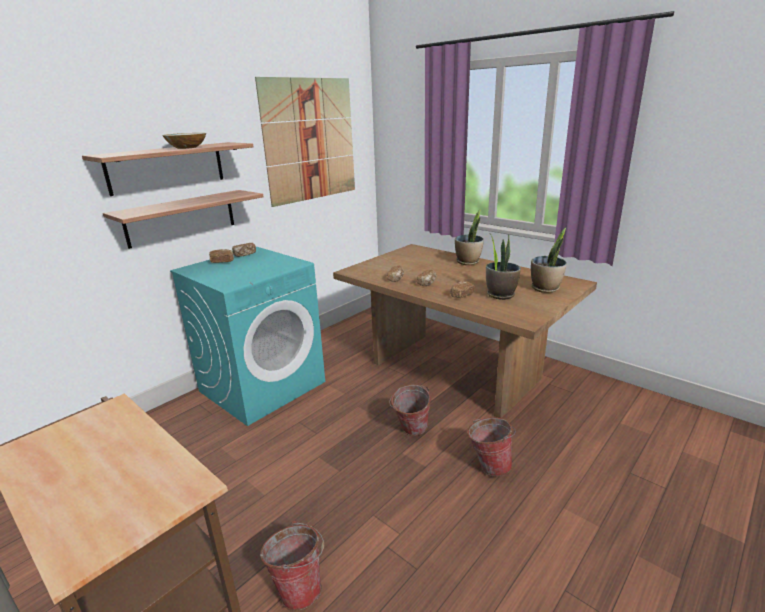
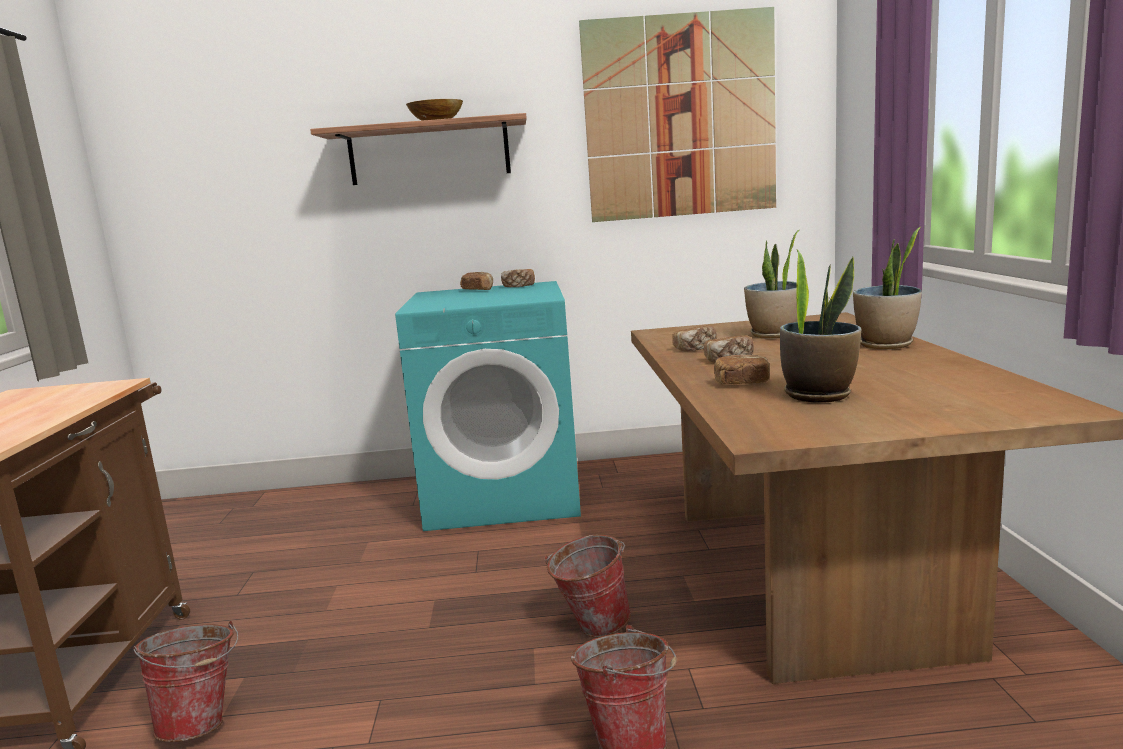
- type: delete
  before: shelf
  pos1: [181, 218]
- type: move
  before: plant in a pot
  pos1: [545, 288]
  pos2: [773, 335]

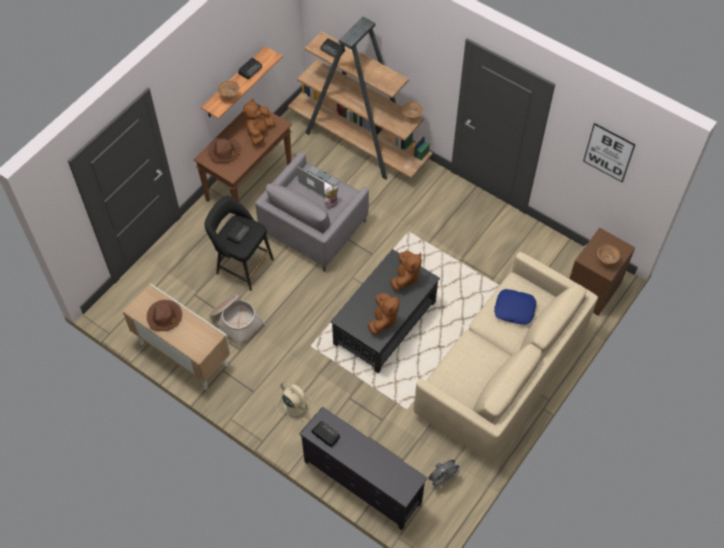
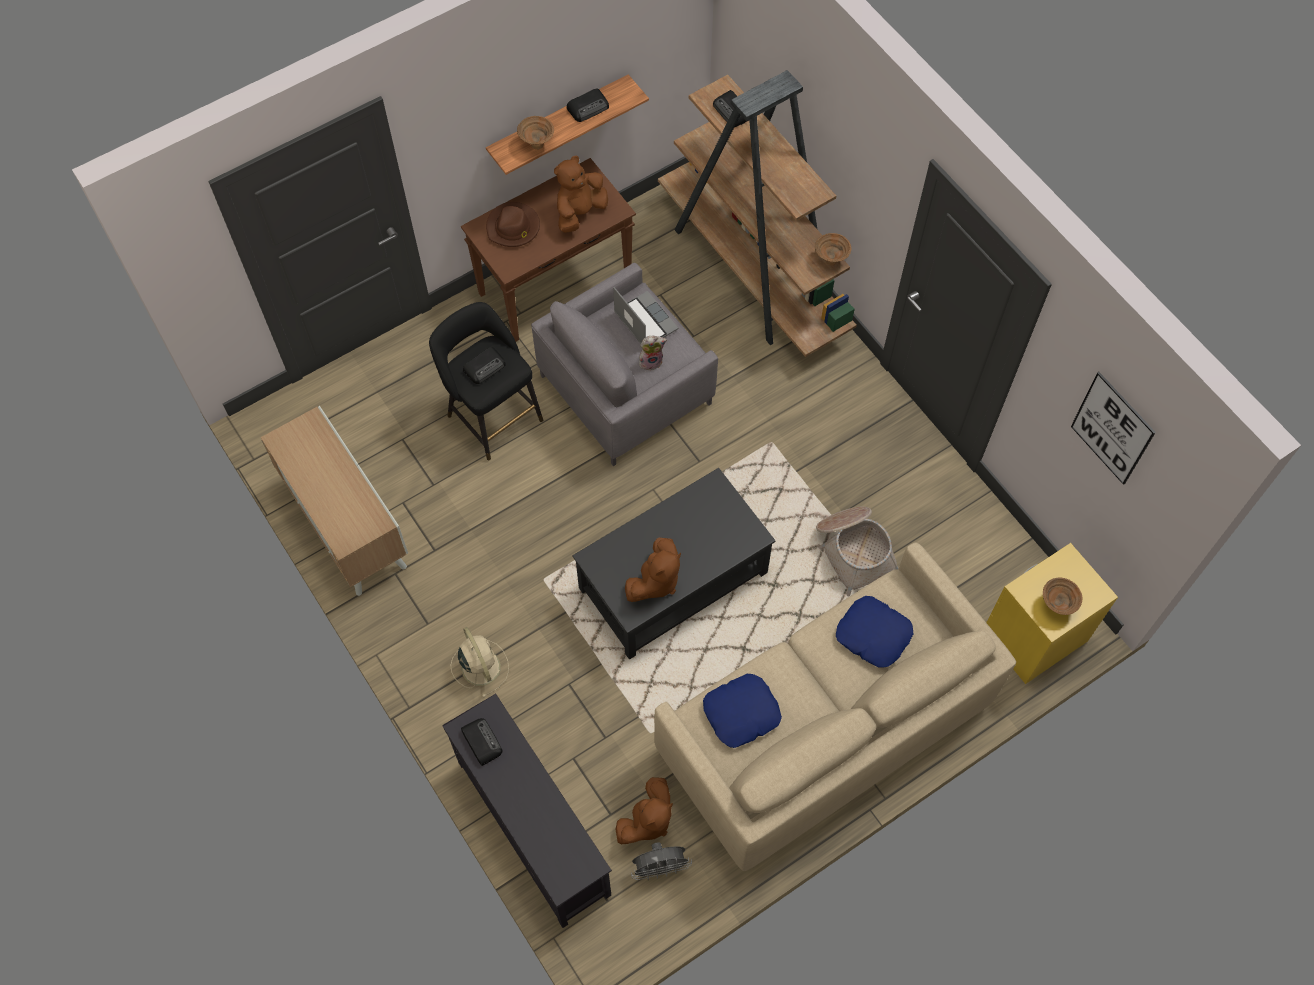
- type: delete
  before: wearable hat (brownish)
  pos1: [164, 317]
- type: insert
  after: throw pillow (bluish)
  pos2: [741, 713]
- type: move
  before: basket
  pos1: [236, 321]
  pos2: [854, 550]
- type: move
  before: soft toy (brownish)
  pos1: [405, 278]
  pos2: [647, 821]
- type: recolor
  before: nightstand (brownish)
  after: nightstand (yellow)
  pos1: [592, 289]
  pos2: [1034, 635]

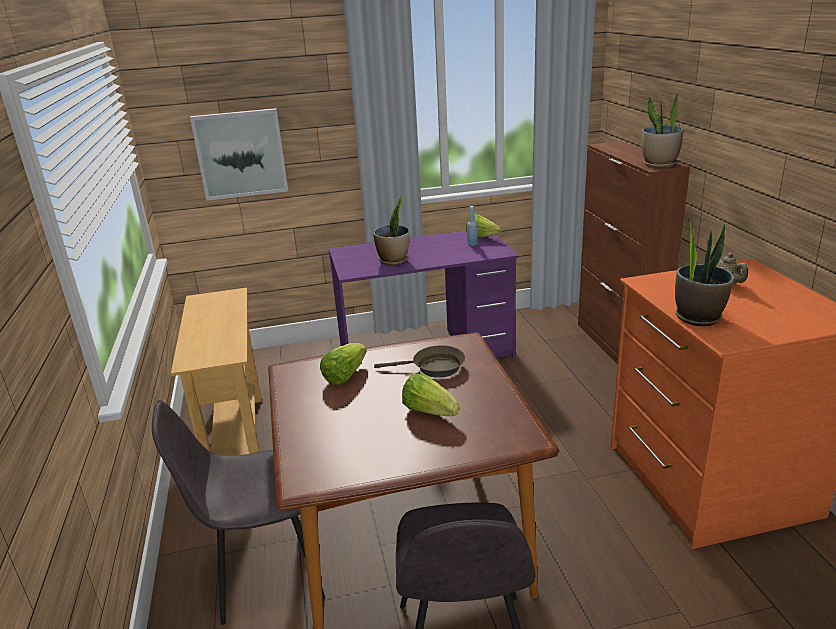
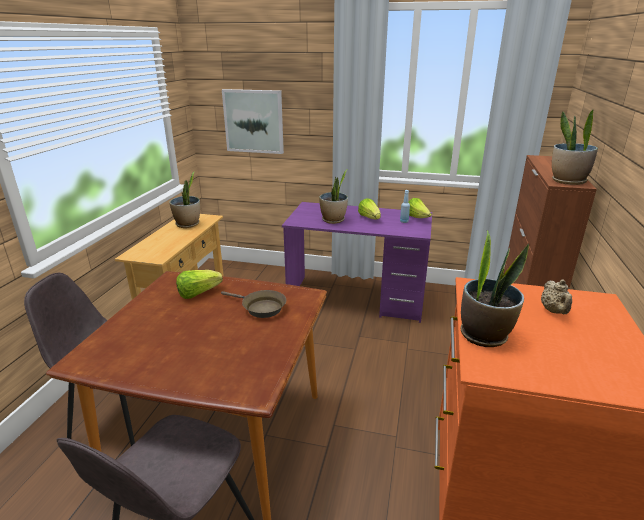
- type: insert
  after: plant in a pot
  pos2: [188, 224]
- type: move
  before: lettuce head
  pos1: [429, 411]
  pos2: [369, 218]

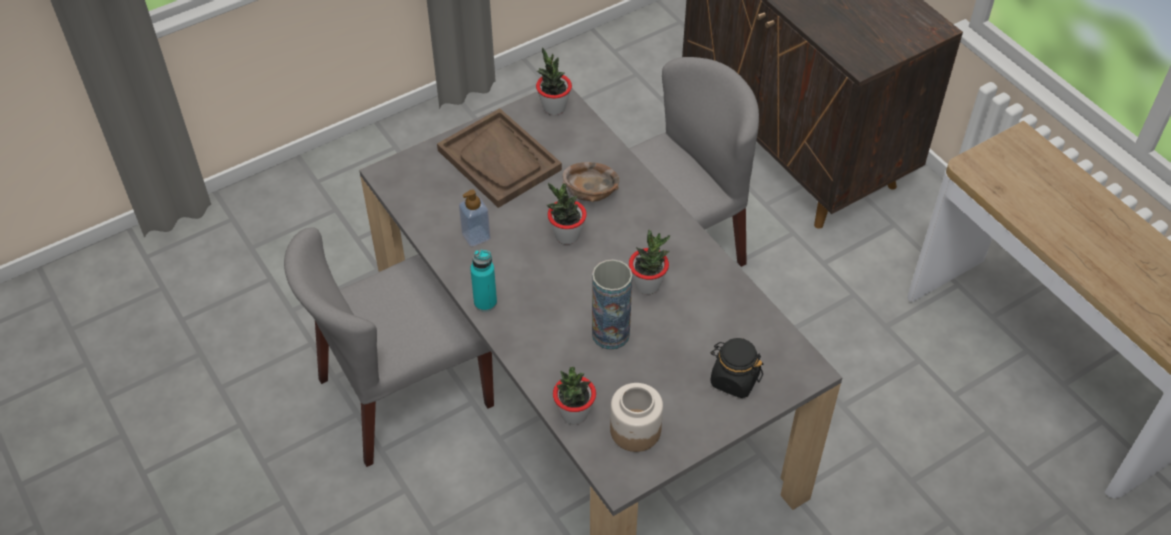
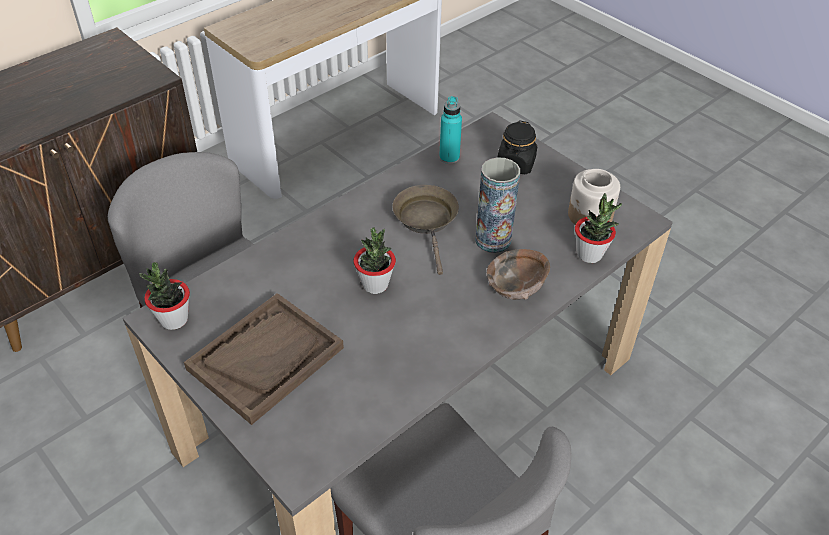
- type: delete
  before: soap bottle
  pos1: [476, 236]
- type: move
  before: bottle (turquoise)
  pos1: [485, 302]
  pos2: [449, 157]
- type: move
  before: serving bowl (brownish)
  pos1: [590, 193]
  pos2: [516, 286]
- type: replace
  before: plant in a pot
  after: pan (brownish)
  pos1: [647, 284]
  pos2: [427, 221]

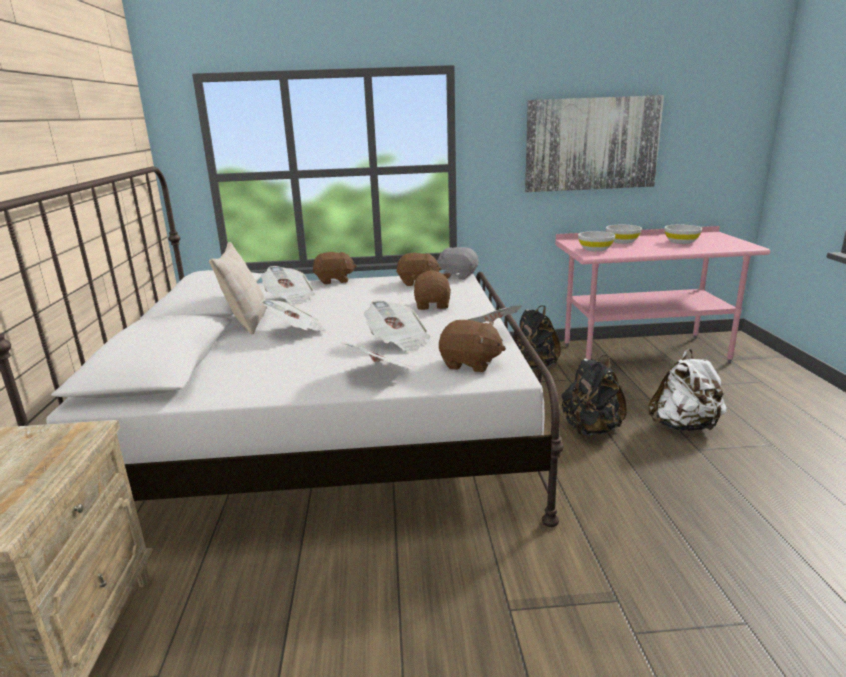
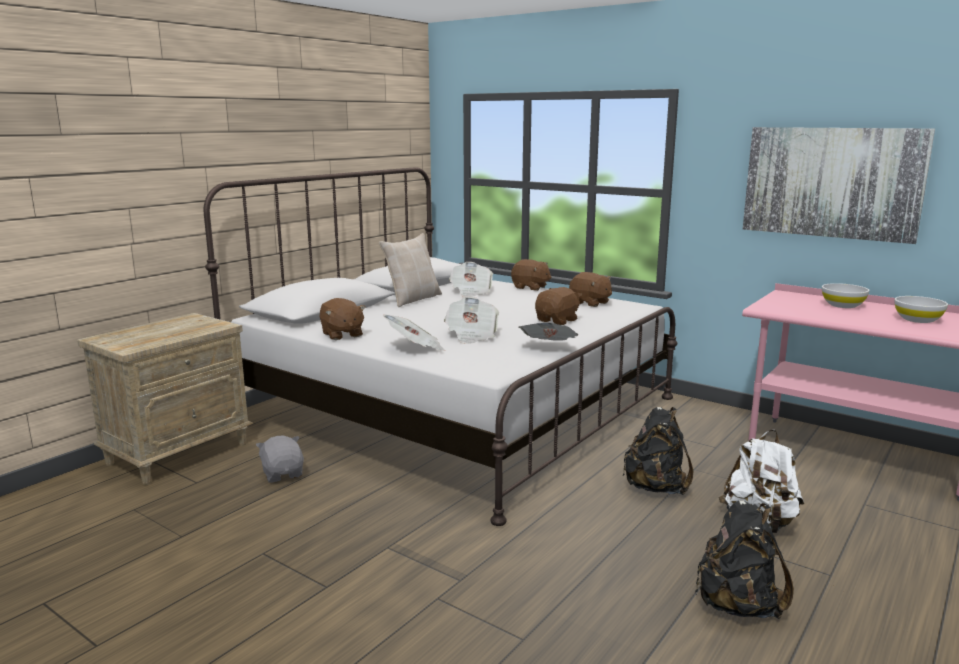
- type: delete
  before: newspaper
  pos1: [297, 331]
- type: delete
  before: serving bowl (whitish)
  pos1: [595, 249]
- type: move
  before: soft toy (grey)
  pos1: [458, 276]
  pos2: [283, 474]
- type: move
  before: soft toy (brownish)
  pos1: [470, 364]
  pos2: [342, 334]
- type: move
  before: backpack (black)
  pos1: [533, 366]
  pos2: [737, 605]

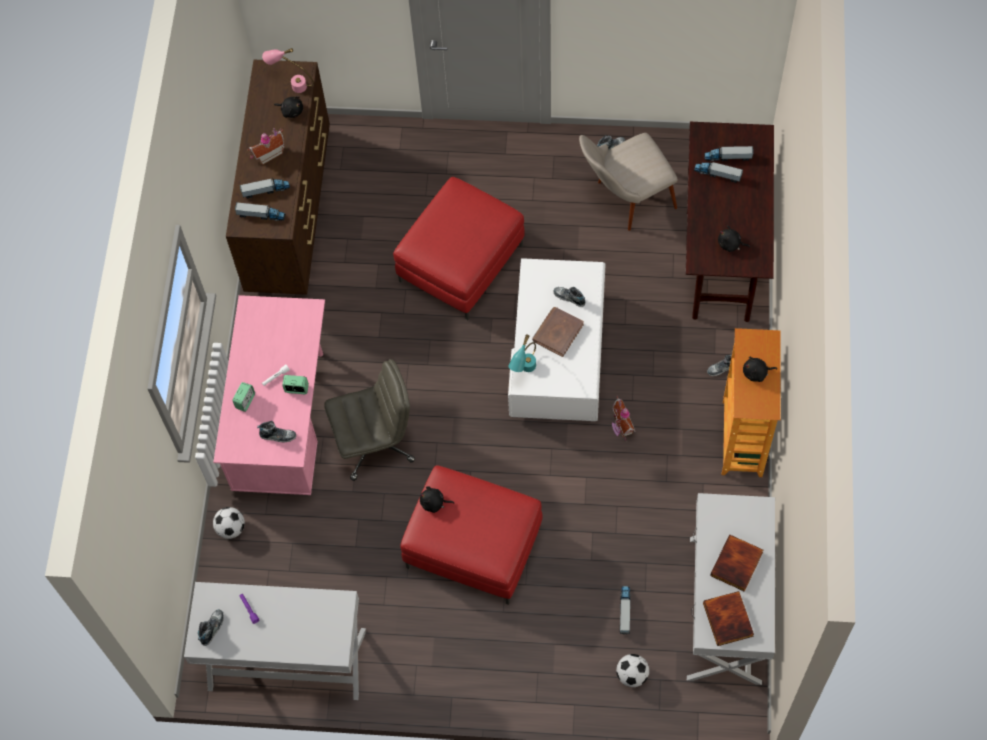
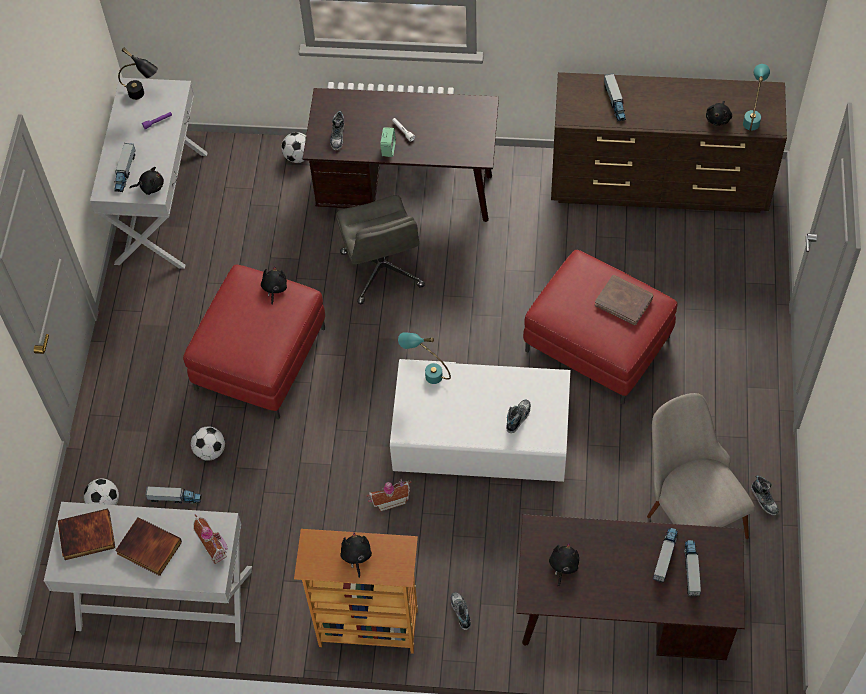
- type: delete
  before: bedside clock
  pos1: [245, 401]
- type: insert
  after: soft toy (black)
  pos2: [150, 187]
- type: insert
  after: ball for football
  pos2: [210, 451]
- type: move
  before: toy lorry
  pos1: [261, 215]
  pos2: [125, 172]
- type: move
  before: miniature house
  pos1: [268, 154]
  pos2: [215, 547]
- type: move
  before: book (brownish)
  pos1: [557, 332]
  pos2: [624, 301]
- type: replace
  before: shoe
  after: table lamp (black)
  pos1: [212, 628]
  pos2: [143, 96]
- type: recolor
  before: desk (pink-coloured)
  after: desk (brownish)
  pos1: [284, 424]
  pos2: [407, 193]
- type: recolor
  before: table lamp (pink-coloured)
  after: table lamp (turquoise)
  pos1: [292, 85]
  pos2: [752, 117]

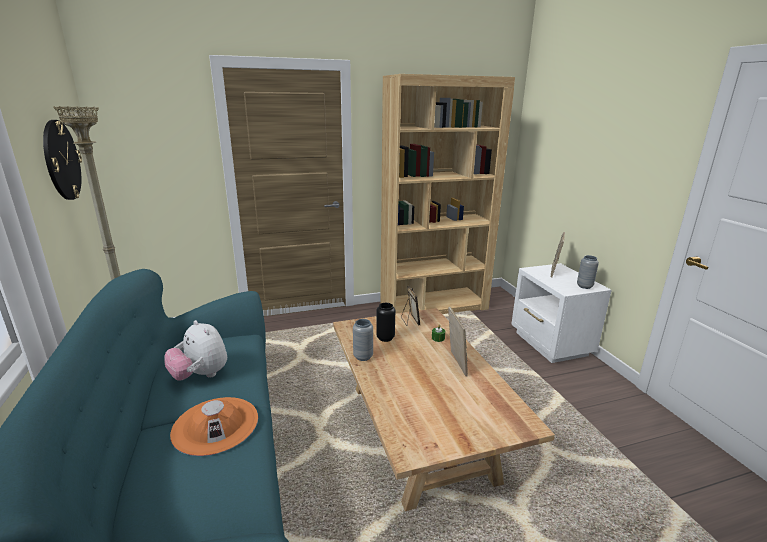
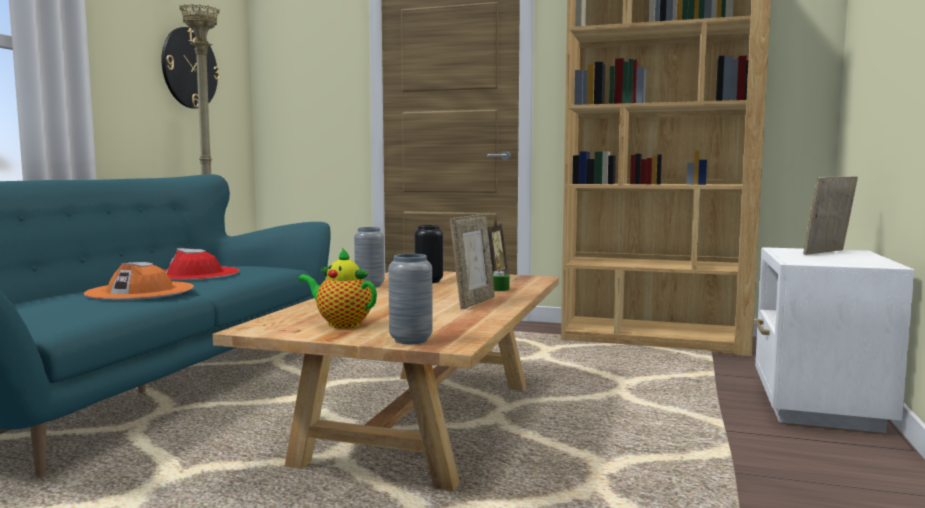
- type: insert
  after: pot for tea
  pos2: [341, 324]
- type: move
  before: decorative vase (grey)
  pos1: [584, 286]
  pos2: [411, 340]
- type: replace
  before: soft toy
  after: wearable hat (red)
  pos1: [200, 375]
  pos2: [195, 274]

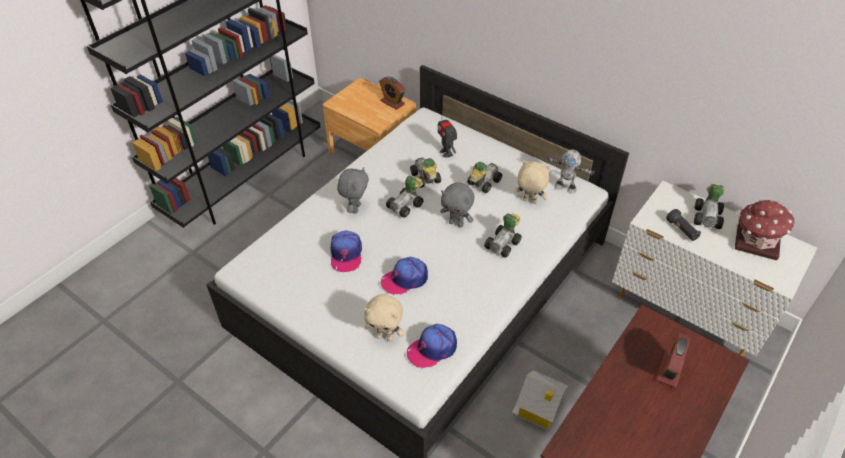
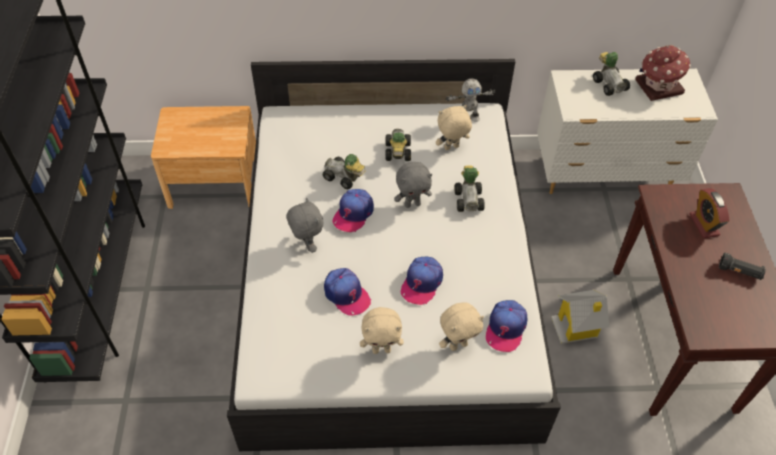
- type: delete
  before: bedside clock
  pos1: [392, 102]
- type: delete
  before: model robot
  pos1: [446, 152]
- type: insert
  after: soft toy (beige-coloured)
  pos2: [381, 349]
- type: move
  before: flashlight (black)
  pos1: [682, 230]
  pos2: [739, 272]
- type: replace
  before: miniature car
  after: baseball cap
  pos1: [407, 205]
  pos2: [353, 213]

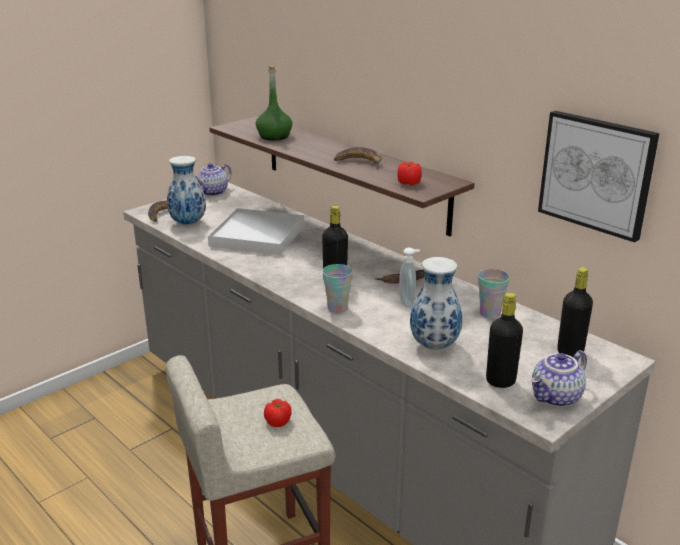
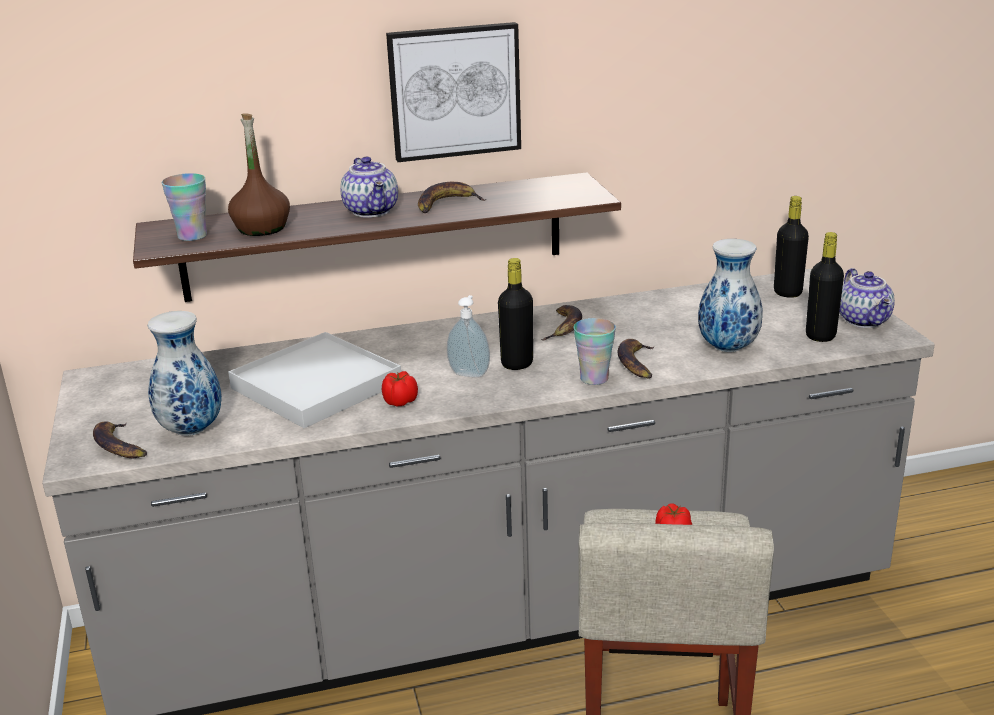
- type: insert
  after: banana fruit
  pos2: [636, 363]
- type: move
  before: pot for tea
  pos1: [213, 193]
  pos2: [372, 211]
- type: move
  before: whole tomato
  pos1: [409, 183]
  pos2: [399, 401]
- type: move
  before: soap bottle
  pos1: [408, 303]
  pos2: [470, 373]
- type: move
  before: small cup
  pos1: [490, 313]
  pos2: [192, 236]
- type: move
  before: wall picture
  pos1: [596, 174]
  pos2: [454, 91]
- type: recolor
  before: bottle (green)
  after: bottle (brownish)
  pos1: [274, 136]
  pos2: [262, 228]

